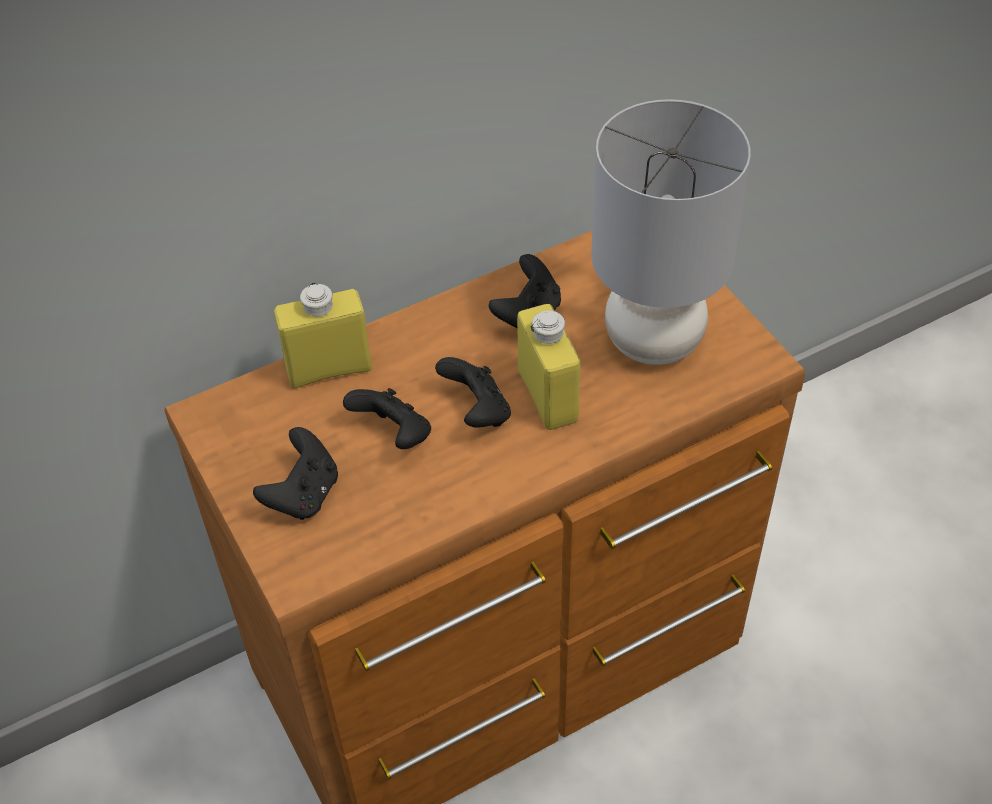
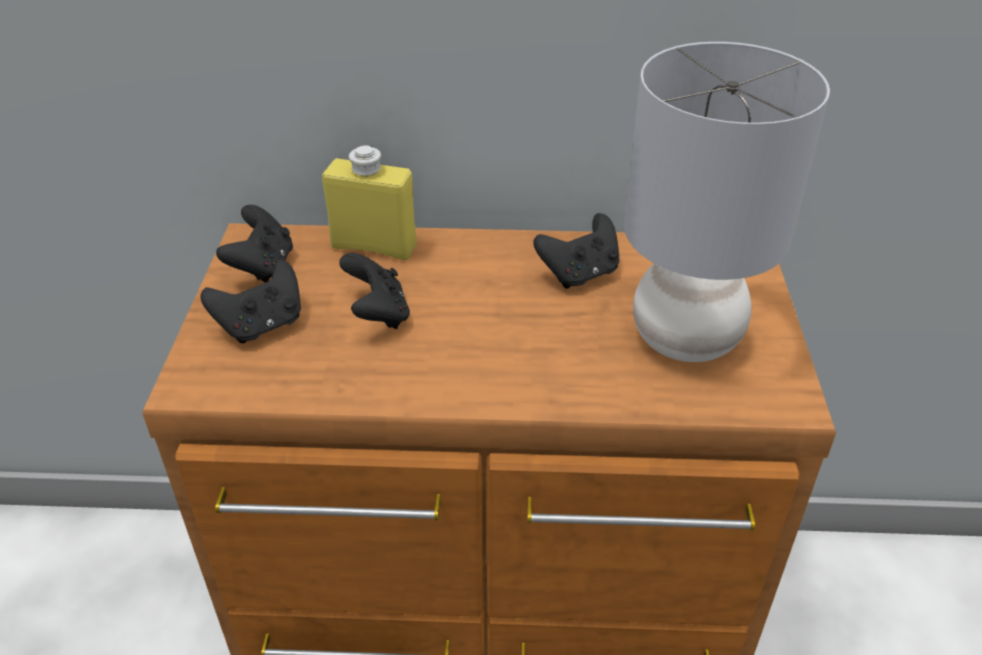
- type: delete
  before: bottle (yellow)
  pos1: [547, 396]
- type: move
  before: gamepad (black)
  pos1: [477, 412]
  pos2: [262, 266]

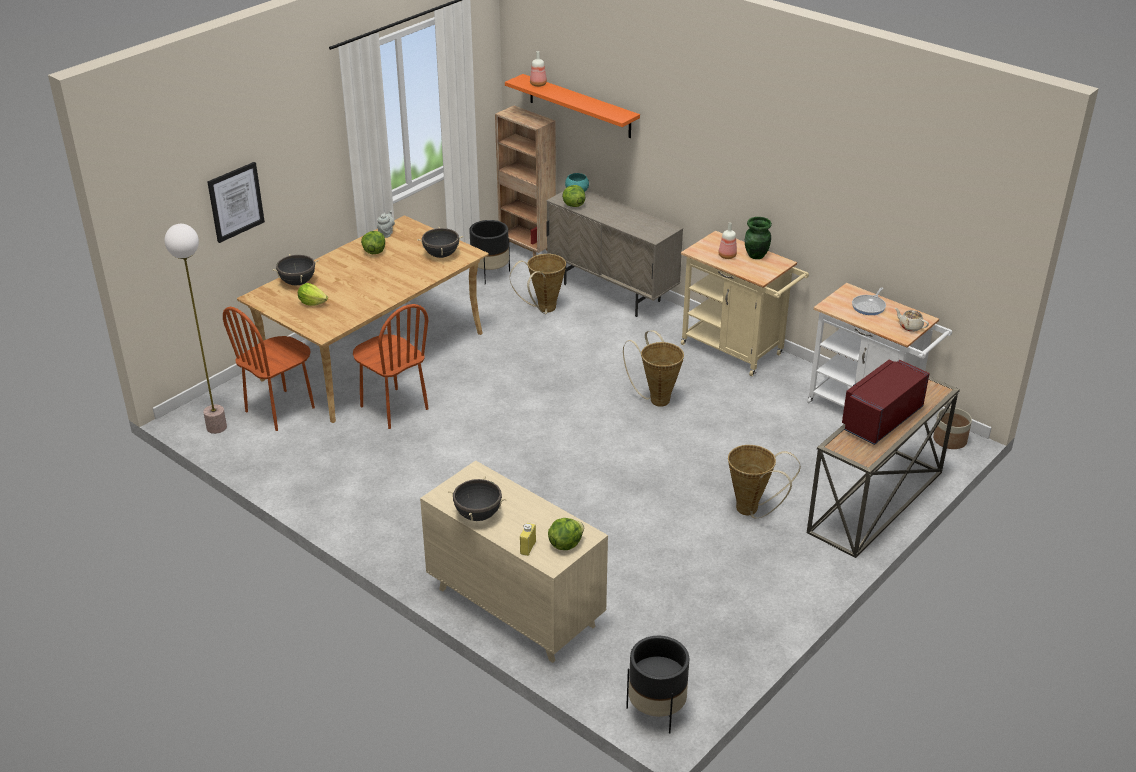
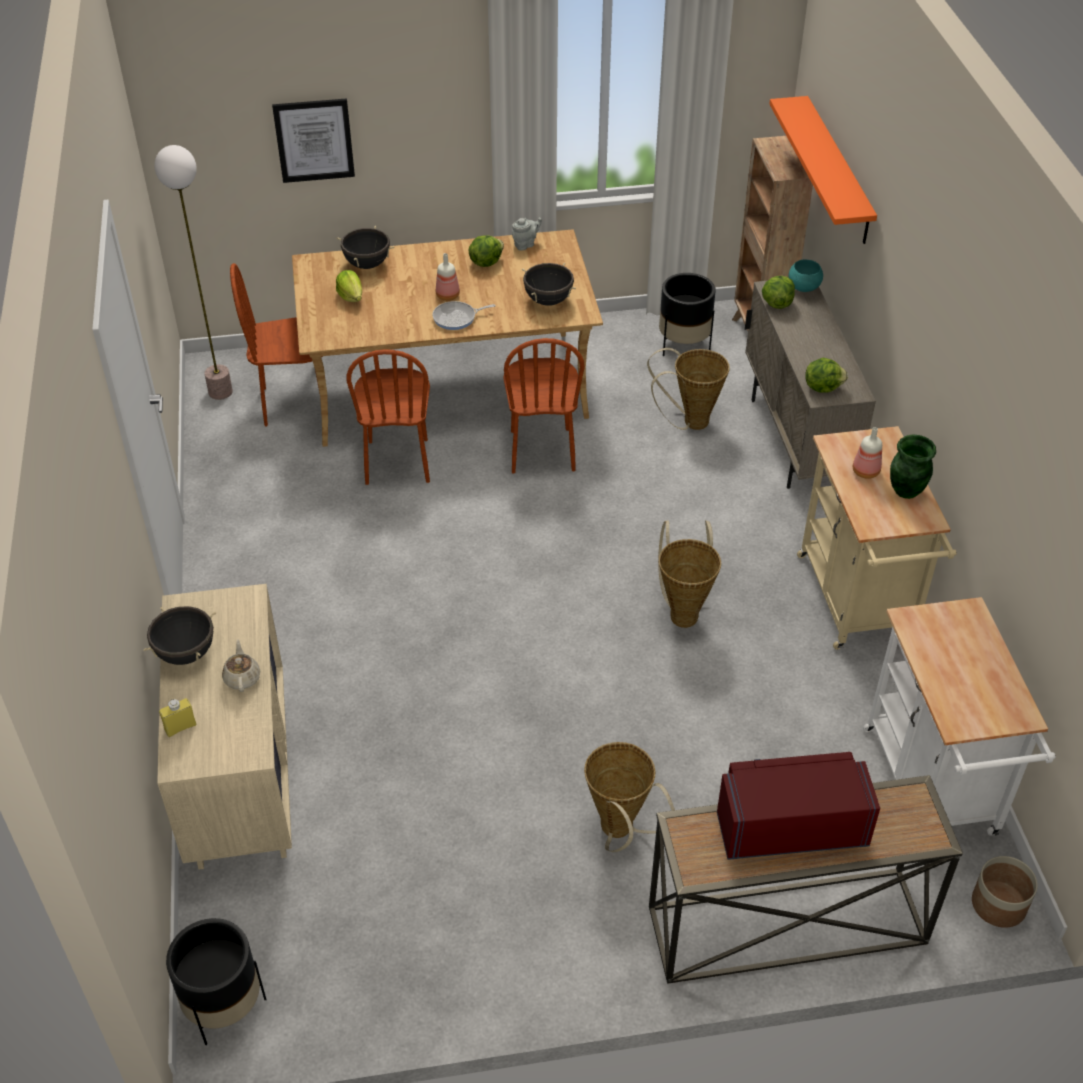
- type: insert
  after: upright chair (brownish)
  pos2: [541, 450]
- type: move
  before: bottle
  pos1: [538, 84]
  pos2: [448, 295]
- type: move
  before: lettuce head
  pos1: [565, 544]
  pos2: [822, 387]
- type: move
  before: pan
  pos1: [869, 306]
  pos2: [457, 318]
- type: move
  before: pot for tea (beige-coloured)
  pos1: [910, 327]
  pos2: [242, 678]

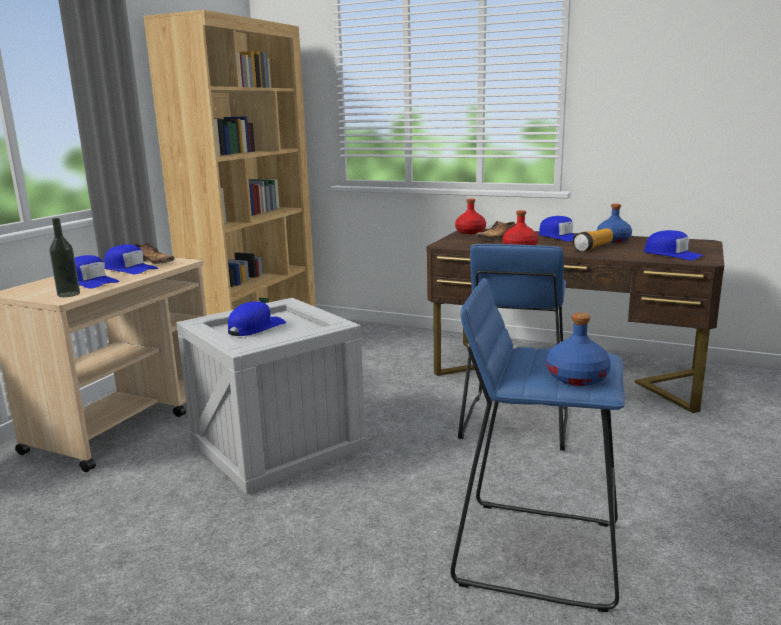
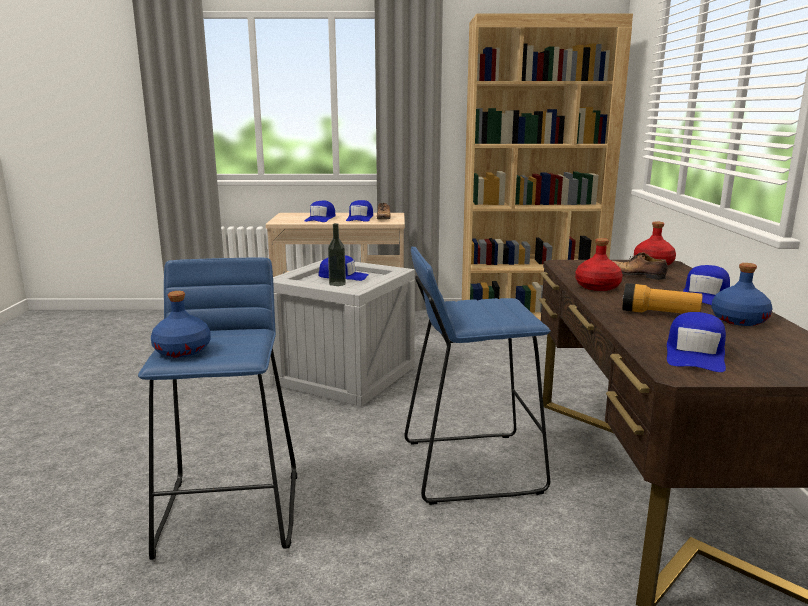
- type: move
  before: bottle
  pos1: [68, 294]
  pos2: [337, 284]

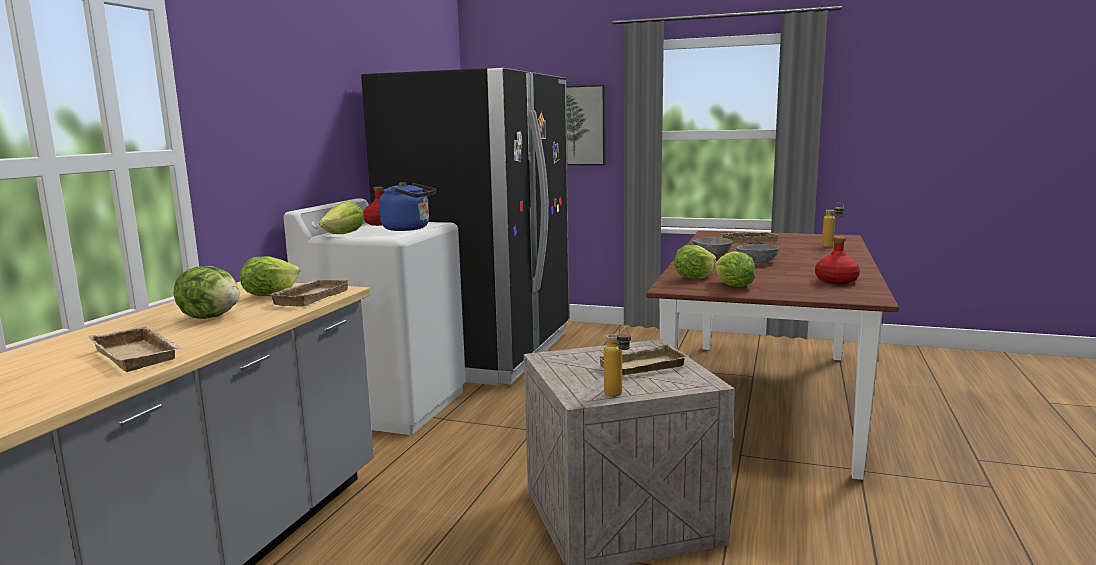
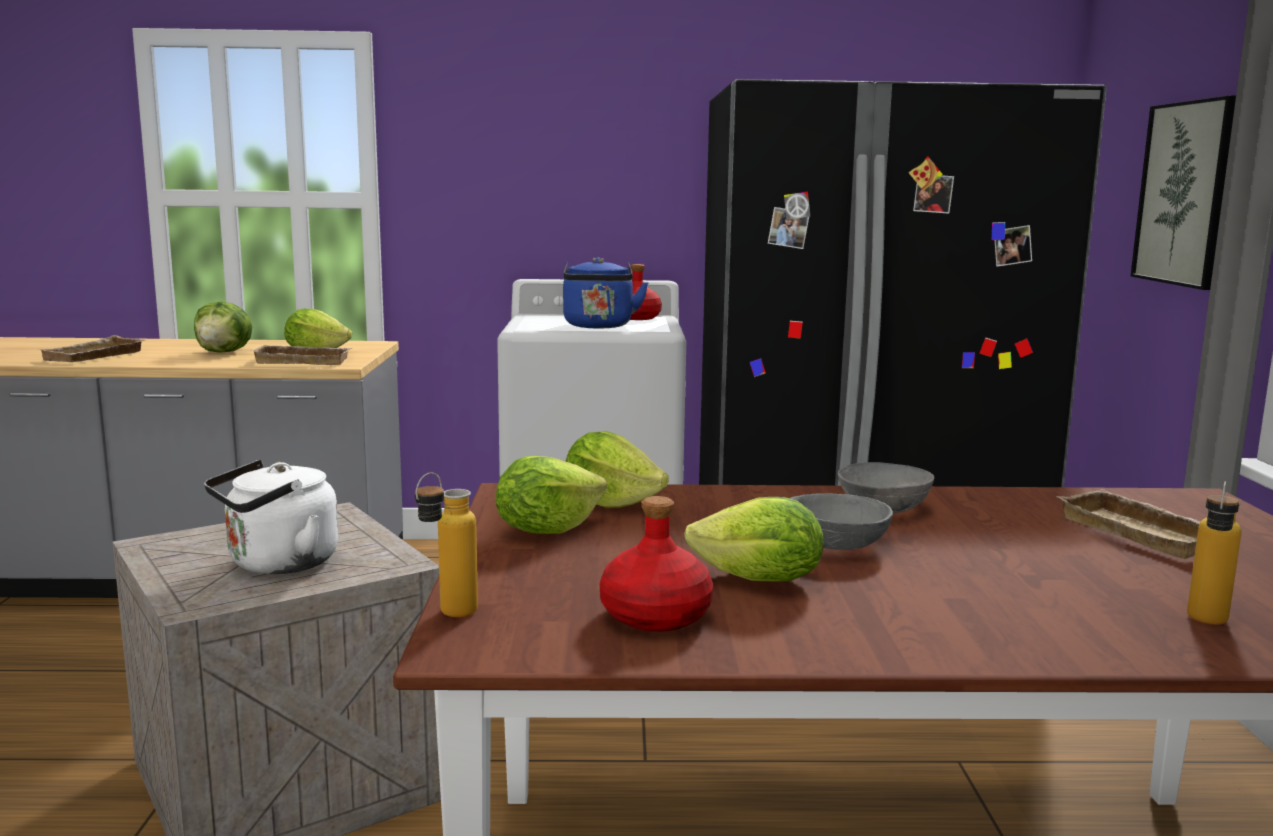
- type: move
  before: lettuce head
  pos1: [345, 234]
  pos2: [760, 581]
- type: move
  before: bottle
  pos1: [618, 396]
  pos2: [447, 616]
- type: replace
  before: serving tray (beige-coloured)
  after: water kettle (whitish)
  pos1: [642, 367]
  pos2: [277, 564]

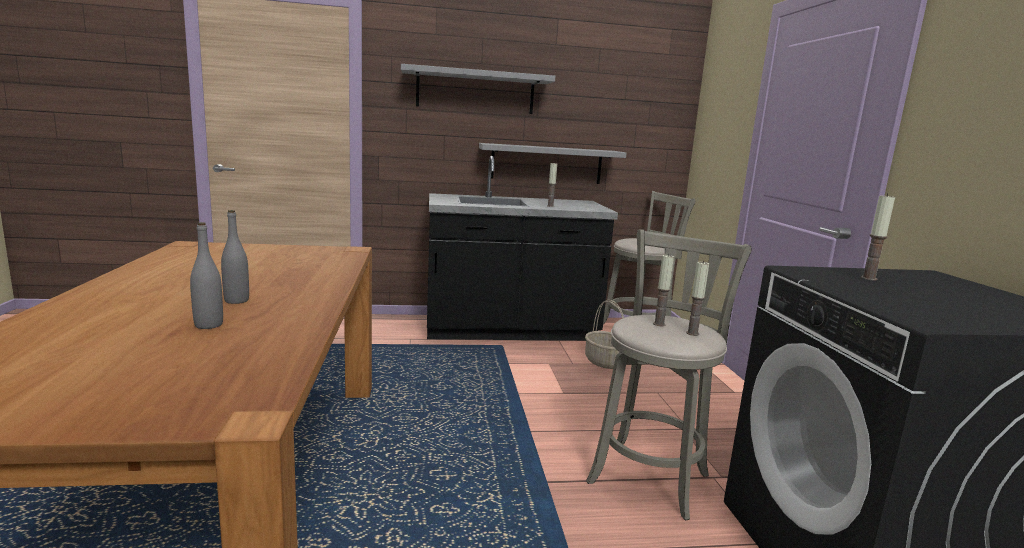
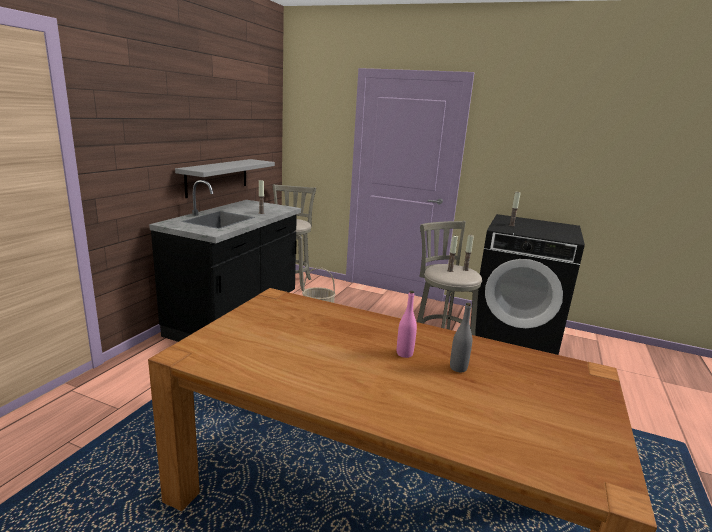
- type: delete
  before: shelf (grey)
  pos1: [475, 91]
- type: recolor
  before: bottle (grey)
  after: bottle (pink-coloured)
  pos1: [236, 300]
  pos2: [404, 354]

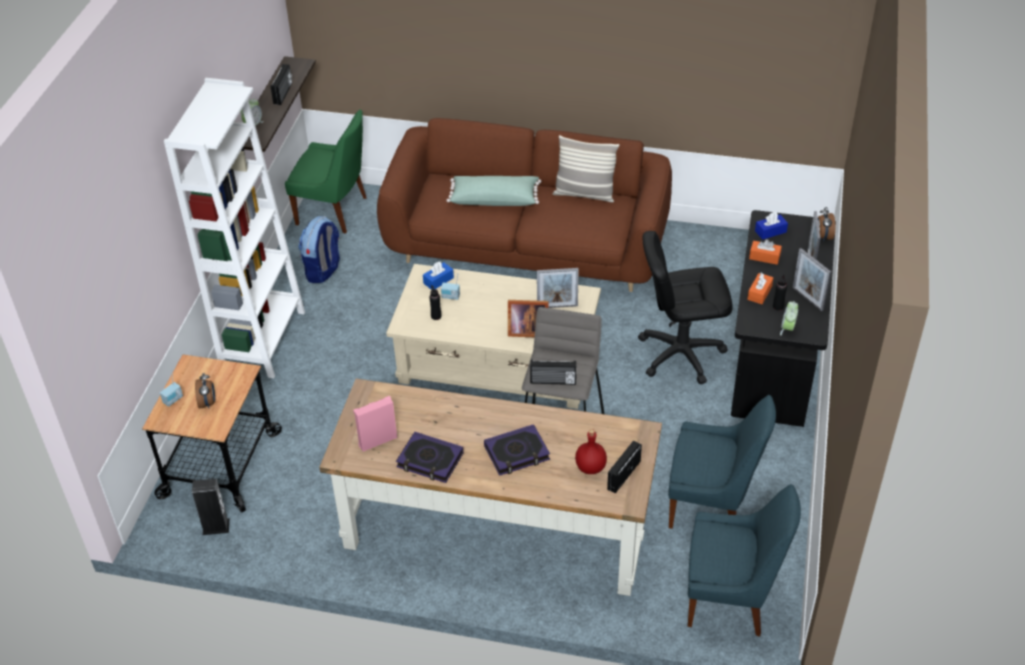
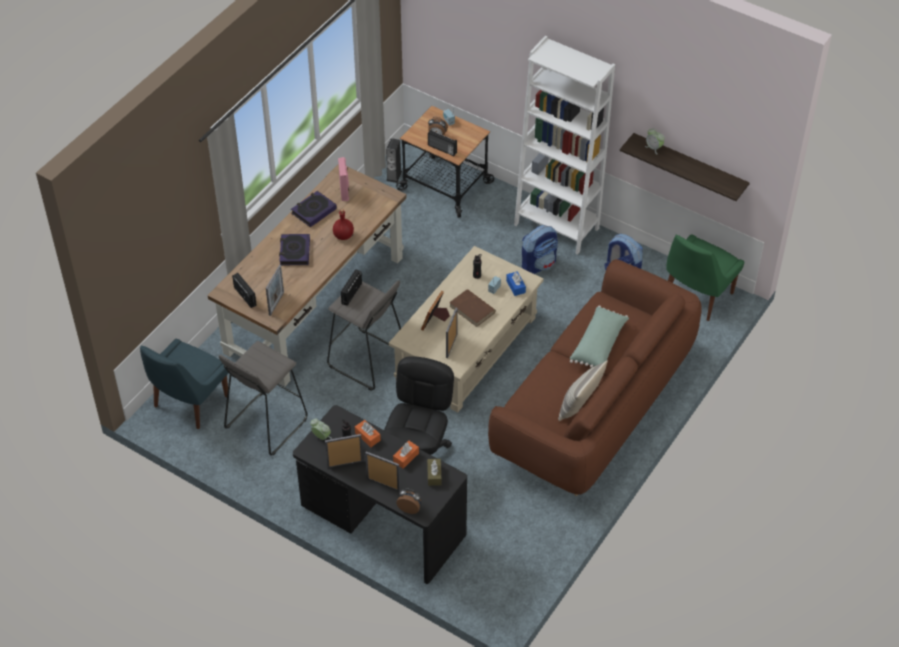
- type: insert
  after: picture frame
  pos2: [276, 303]
- type: insert
  after: book (brownish)
  pos2: [472, 309]
- type: insert
  after: backpack
  pos2: [539, 264]
- type: move
  before: radio set
  pos1: [283, 93]
  pos2: [442, 149]
- type: move
  before: bottle (red)
  pos1: [590, 467]
  pos2: [343, 235]
- type: replace
  before: upright chair (bluish)
  after: stool (grey)
  pos1: [712, 506]
  pos2: [266, 423]
- type: recolor
  before: box of tissues (bluish)
  after: box of tissues (brownish)
  pos1: [770, 231]
  pos2: [434, 475]

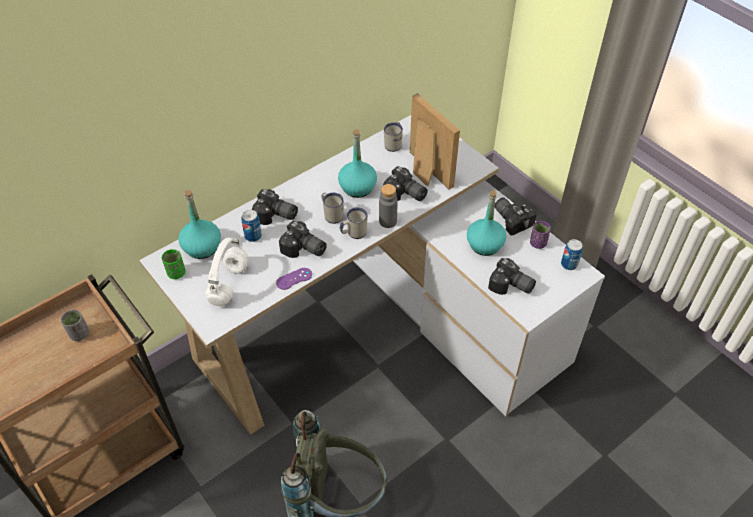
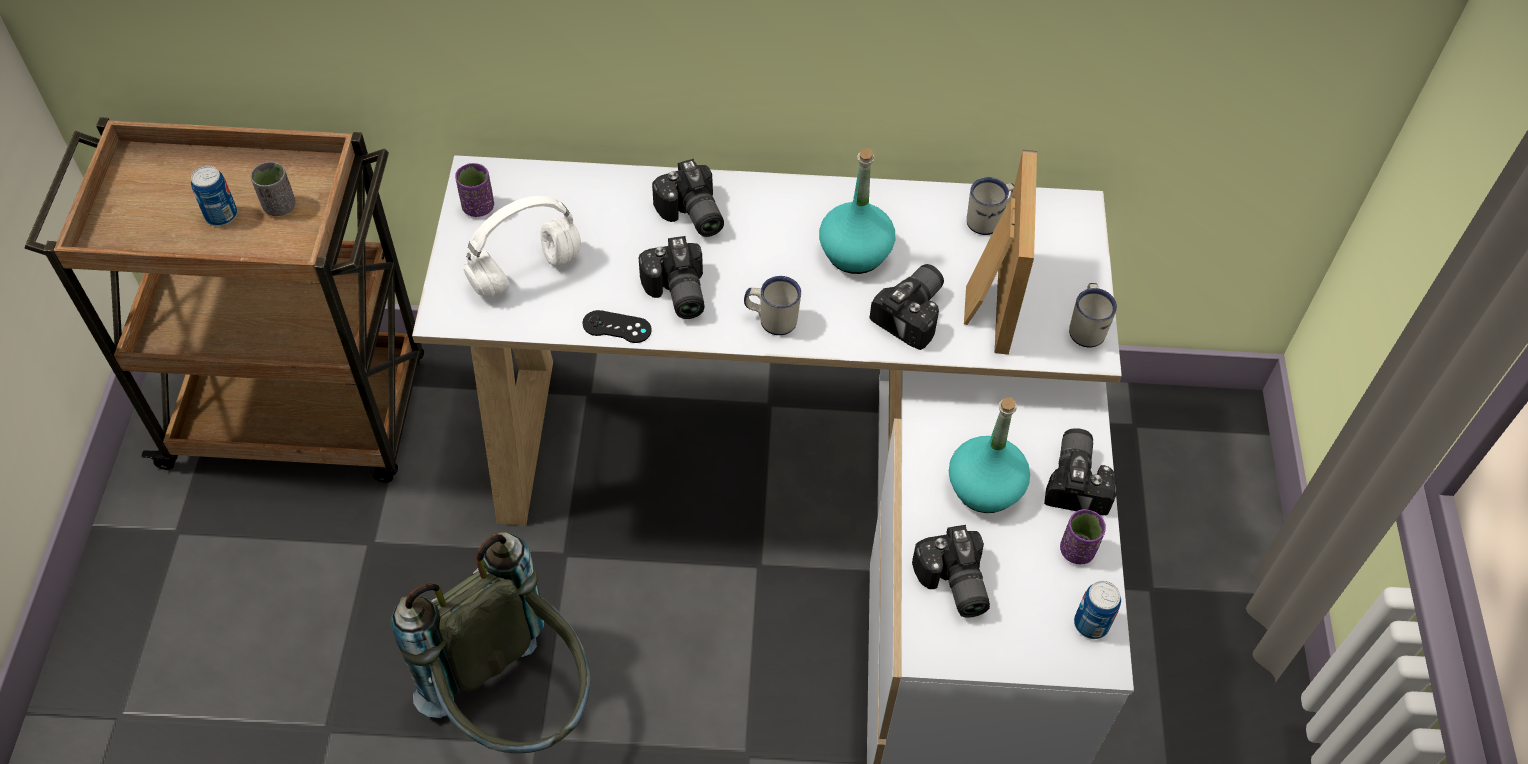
- type: delete
  before: bottle (turquoise)
  pos1: [202, 247]
- type: delete
  before: bottle (grey)
  pos1: [388, 221]
- type: move
  before: metal can
  pos1: [253, 236]
  pos2: [221, 215]
- type: move
  before: coffee mug (whitish)
  pos1: [332, 214]
  pos2: [1087, 327]
- type: recolor
  before: small cup (green)
  after: small cup (purplish)
  pos1: [176, 273]
  pos2: [478, 207]
- type: recolor
  before: gamepad (purplish)
  after: gamepad (black)
  pos1: [294, 279]
  pos2: [617, 327]
- type: rotate
  before: photo camera
  pos1: [405, 194]
  pos2: [915, 314]
  turn: -135

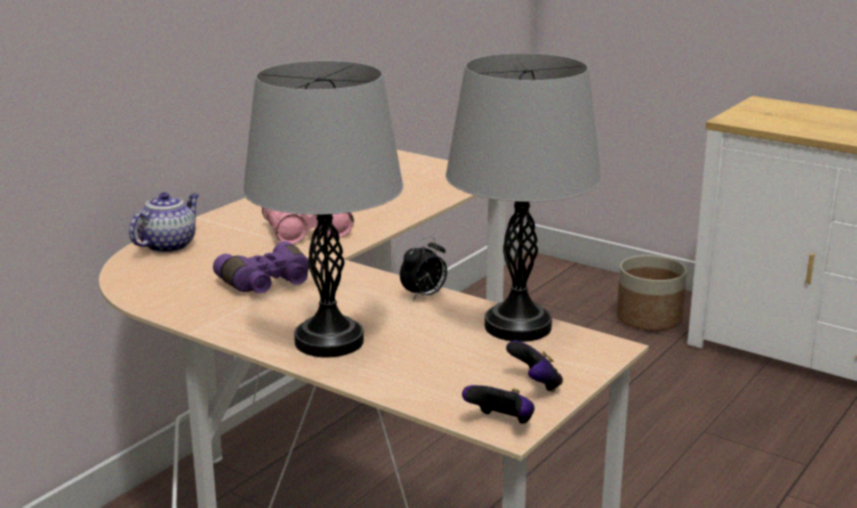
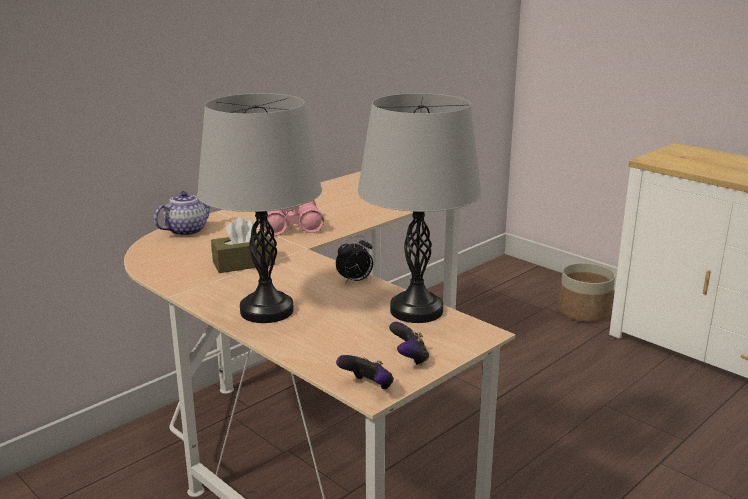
- type: replace
  before: field glasses (purplish)
  after: box of tissues (brownish)
  pos1: [268, 283]
  pos2: [243, 263]

